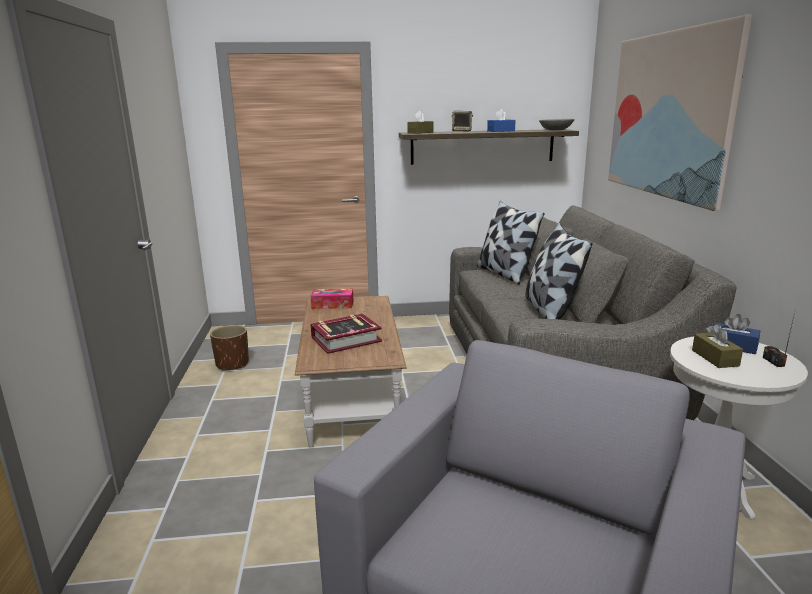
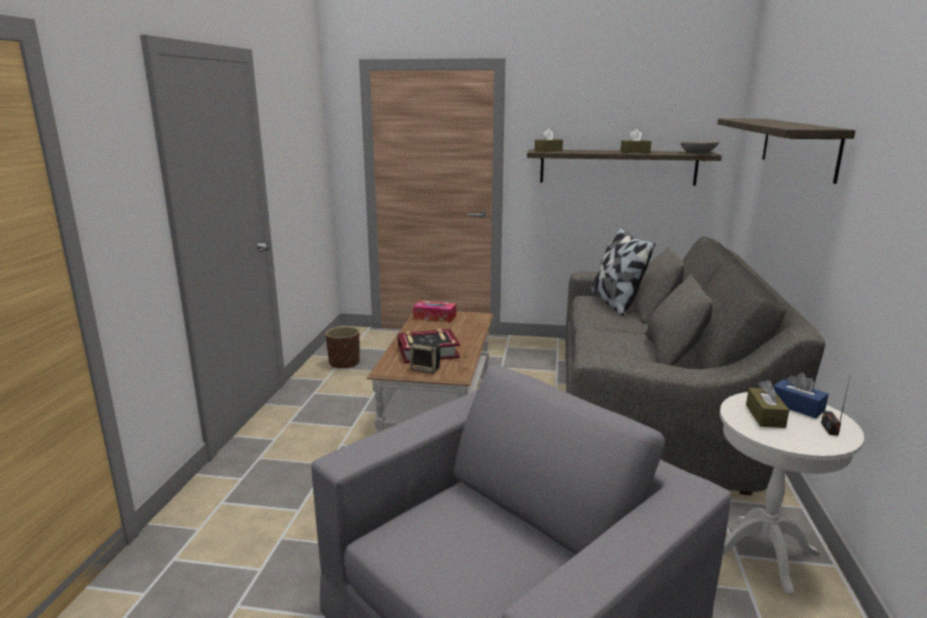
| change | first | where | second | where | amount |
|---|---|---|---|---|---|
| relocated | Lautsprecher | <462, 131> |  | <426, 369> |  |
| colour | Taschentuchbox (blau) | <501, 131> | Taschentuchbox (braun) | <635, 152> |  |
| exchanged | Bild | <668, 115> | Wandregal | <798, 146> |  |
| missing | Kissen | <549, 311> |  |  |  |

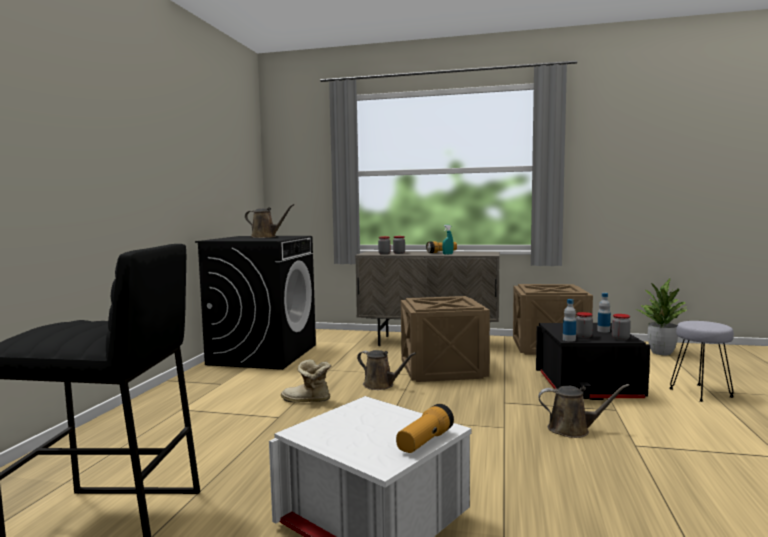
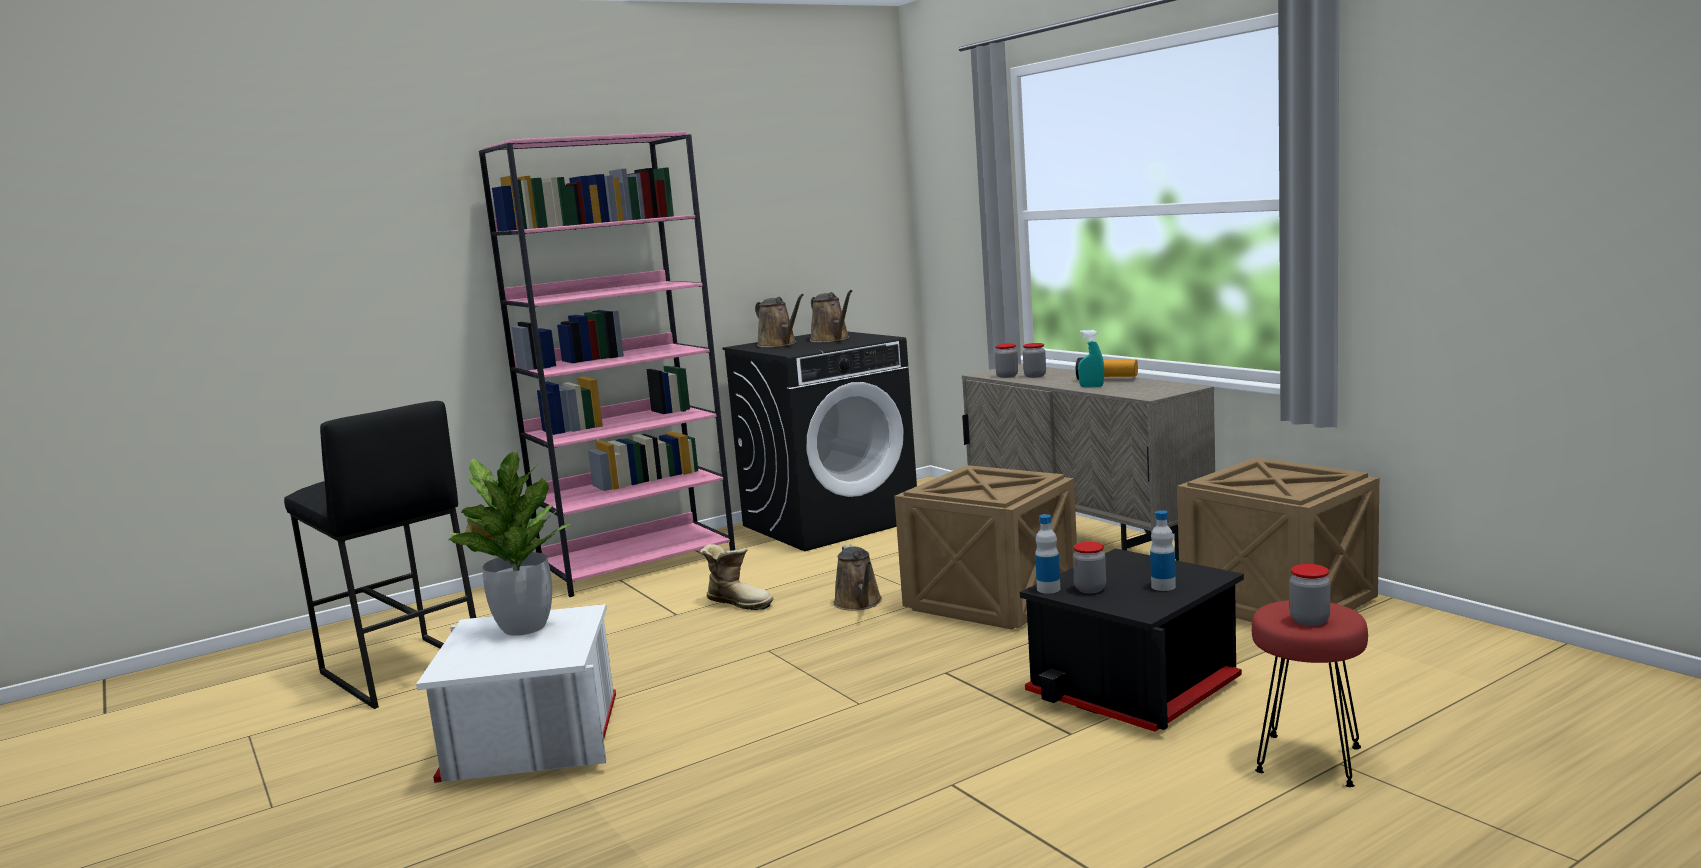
| change | first | where | second | where | amount |
|---|---|---|---|---|---|
| relocated | Topfpflanze | <661, 353> |  | <523, 628> |  |
| appeared |  |  | Bücherregal (rosa) | <639, 564> |  |
| spun | Stiefel | <307, 401> |  | <739, 602> | 150 degrees clockwise |
| relocated | Gießkanne (braun) | <573, 429> |  | <779, 344> |  |
| colour | Hocker (grau) | <701, 393> | Hocker (rot) | <1308, 760> |  |
| relocated | Vorratsglas | <620, 338> |  | <1309, 620> |  |
| missing | Taschenlampe | <425, 442> |  |  |  |

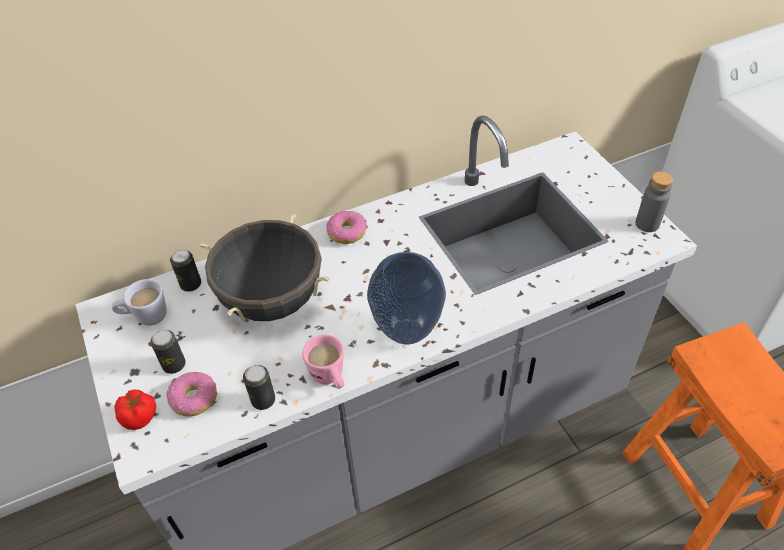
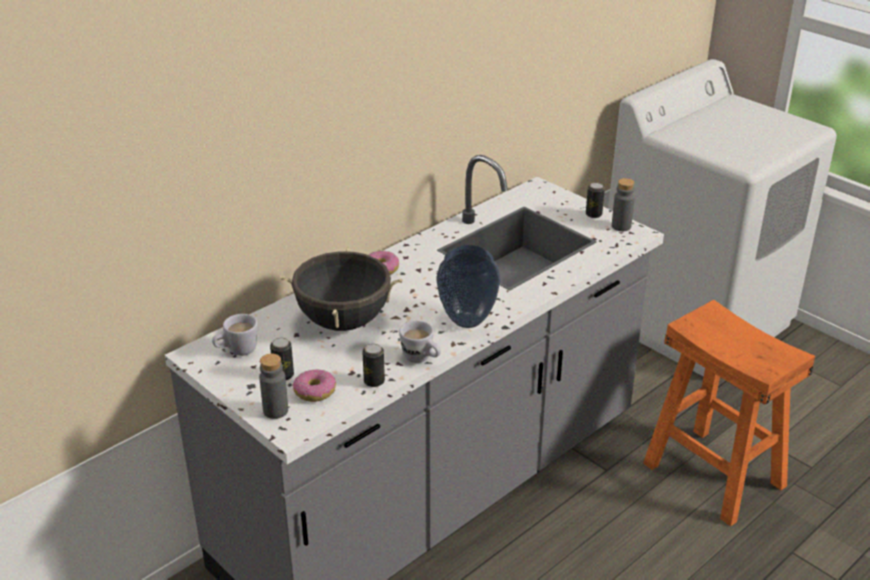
| change | first | where | second | where | amount |
|---|---|---|---|---|---|
| exchanged | Tomate | <140, 417> | Flasche (grau) | <275, 411> |  |
| colour | Henkelbecher (rosa) | <330, 378> | Henkelbecher (weiß) | <421, 359> |  |
| relocated | Dose | <191, 284> |  | <593, 214> |  |

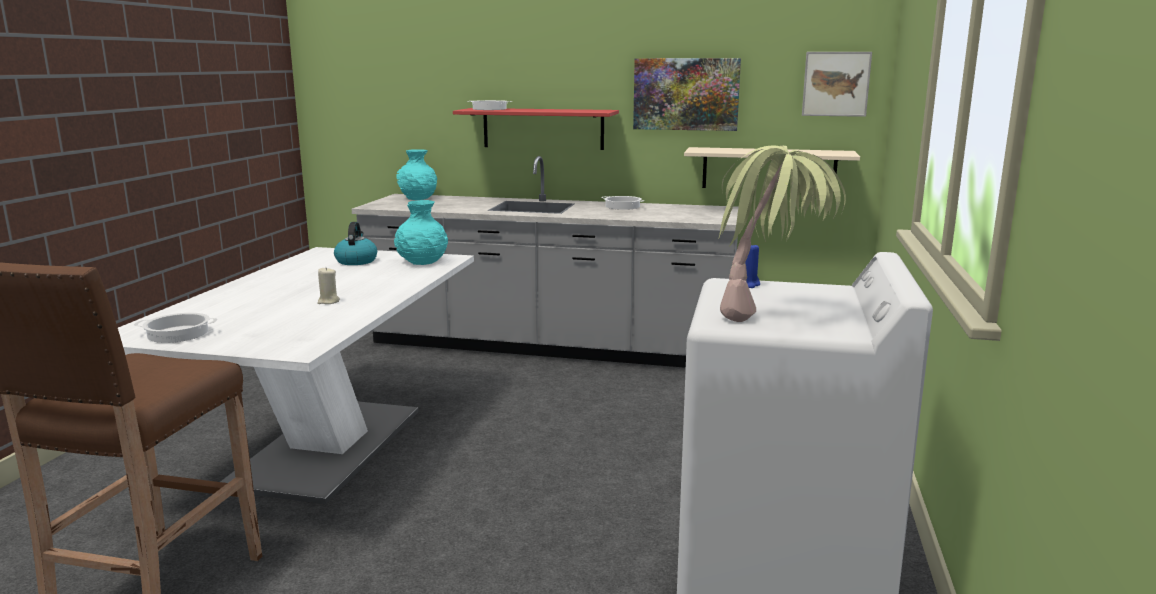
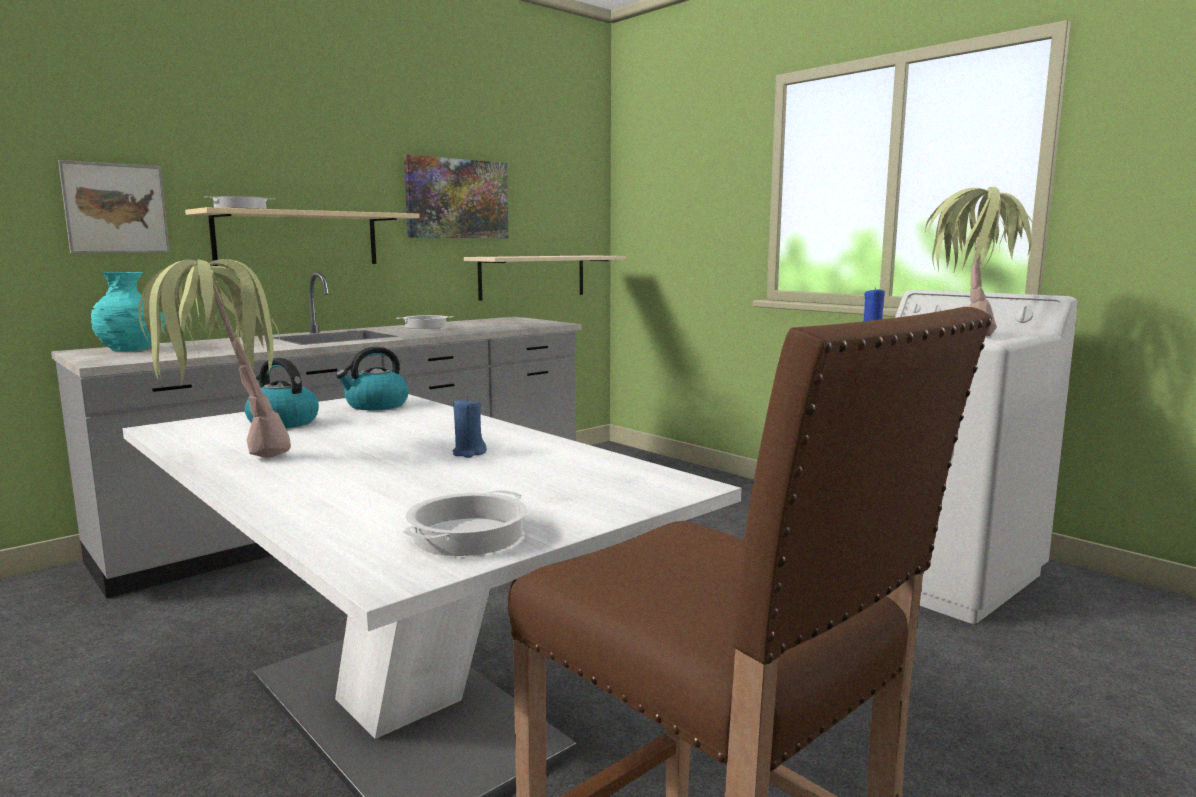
| change | first | where | second | where | amount |
|---|---|---|---|---|---|
| relocated | Bild | <836, 84> |  | <115, 208> |  |
| appeared |  |  | Topfpflanze | <223, 456> |  |
| colour | Wandregal (rot) | <543, 128> | Wandregal (beige) | <298, 239> |  |
| exchanged | Vase (türkis) | <422, 262> | Wasserkessel | <376, 405> |  |
| colour | Kerze (beige) | <328, 301> | Kerze (blau) | <469, 453> |  |

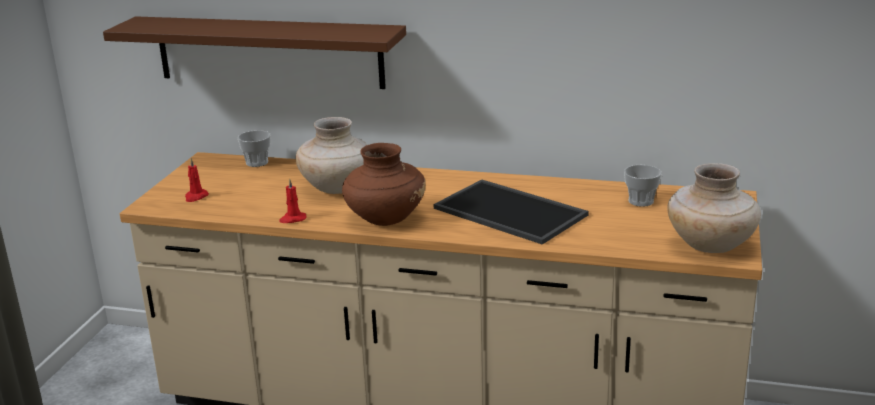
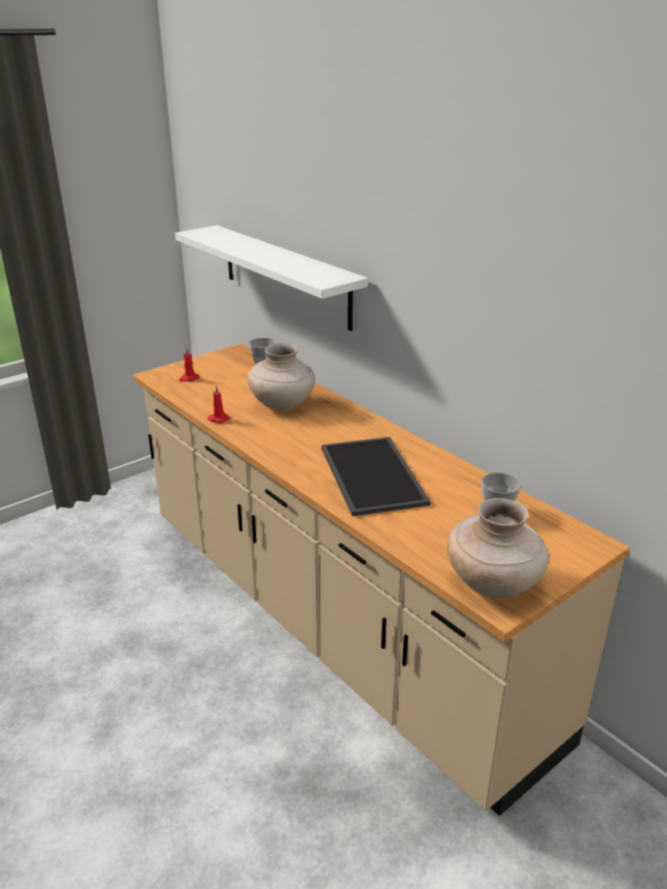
| change | first | where | second | where | amount |
|---|---|---|---|---|---|
| colour | Wandregal (braun) | <269, 52> | Wandregal (weiß) | <285, 275> |  |
| missing | Vase (braun) | <385, 219> |  |  |  |

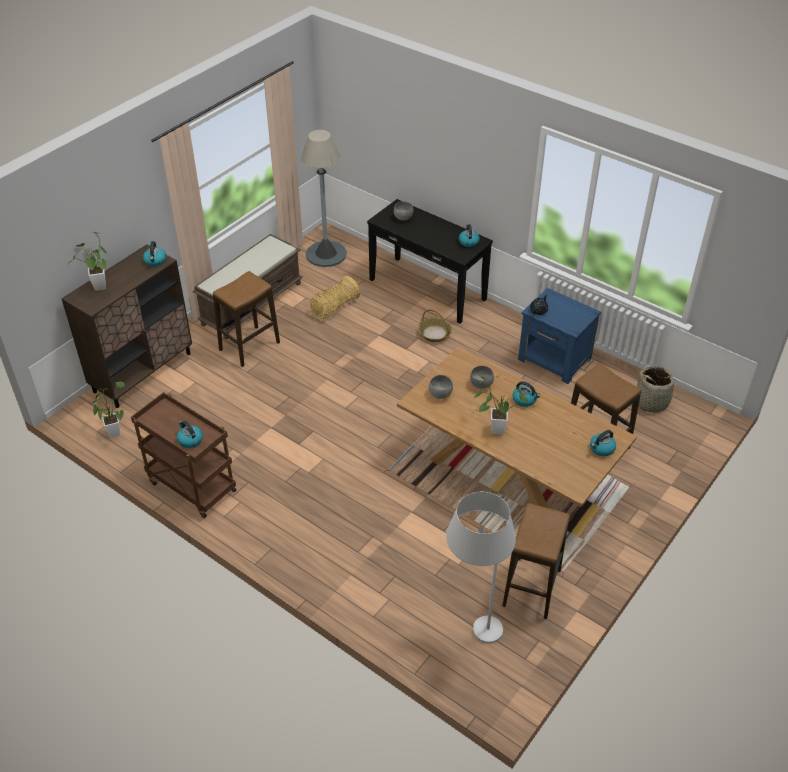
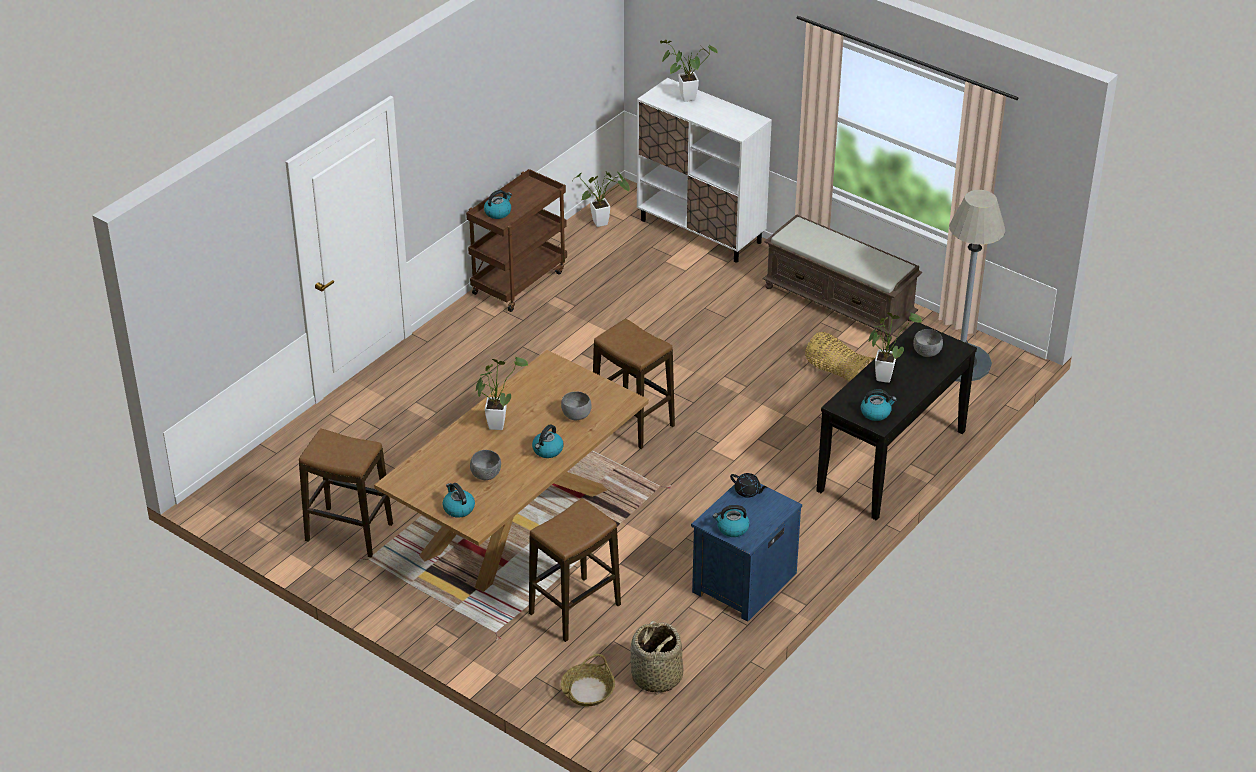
| change | first | where | second | where | amount |
|---|---|---|---|---|---|
| relocated | Schüssel (grau) | <440, 394> |  | <486, 475> |  |
| relocated | Korb | <435, 333> |  | <587, 691> |  |
| relocated | Hocker | <249, 346> |  | <633, 422> |  |
| colour | Schrank (braun) | <143, 372> | Schrank (weiß) | <701, 231> |  |
| relocated | Wasserkessel | <155, 261> |  | <732, 528> |  |
| appeared |  |  | Topfpflanze | <885, 375> |  |
| missing | Stehlampe (weiß) | <471, 633> |  |  |  |

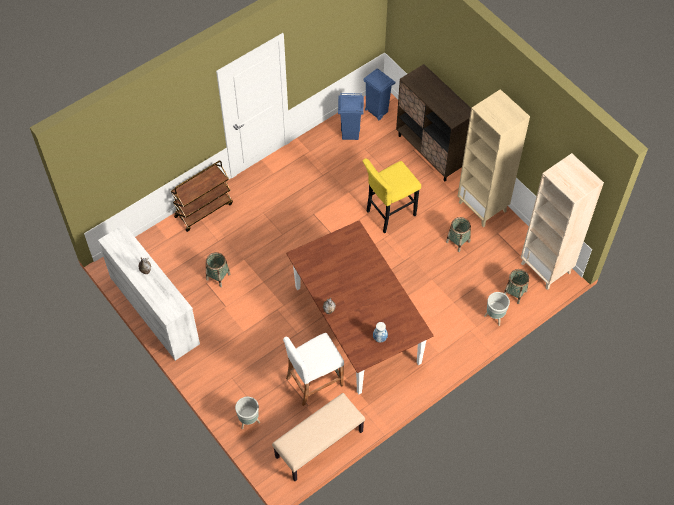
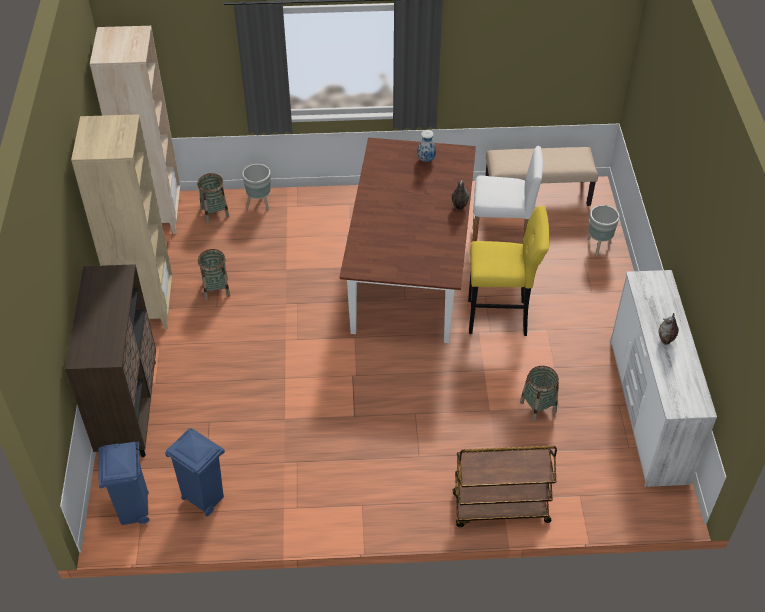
| change | first | where | second | where | amount |
|---|---|---|---|---|---|
| relocated | Hocker (gelb) | <389, 214> |  | <501, 317> |  |

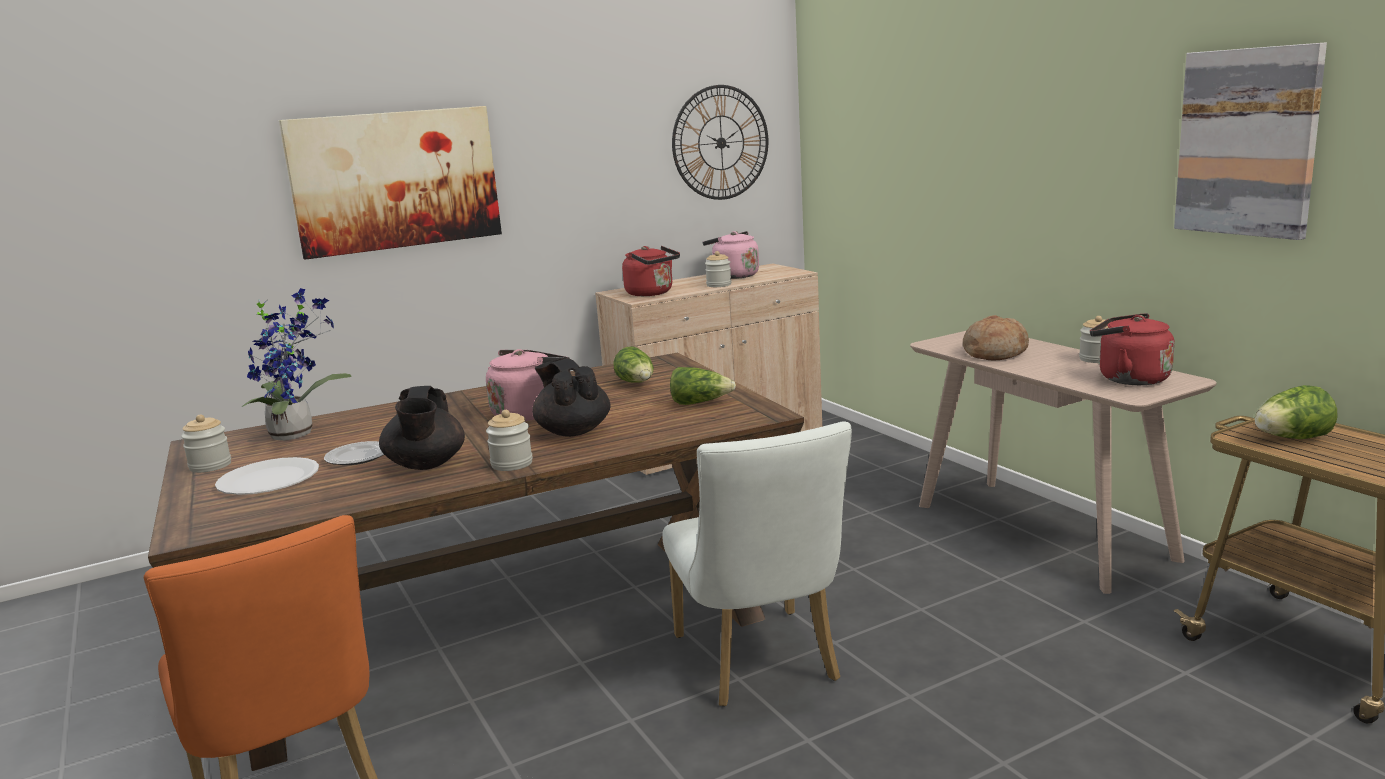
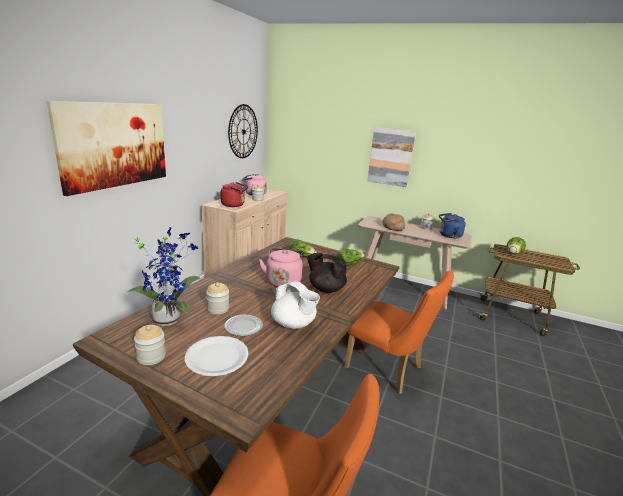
| change | first | where | second | where | amount |
|---|---|---|---|---|---|
| relocated | Vorratsglas | <512, 464> |  | <218, 309> |  |
| colour | Teekanne (schwarz) | <426, 465> | Teekanne (weiß) | <293, 324> |  |
| colour | Stuhl (weiß) | <760, 664> | Stuhl (orange) | <388, 370> |  |
| relocated | Bild | <1247, 142> |  | <390, 157> |  |
| colour | Wasserkessel (rot) | <1128, 379> | Wasserkessel (blau) | <448, 235> |  |

